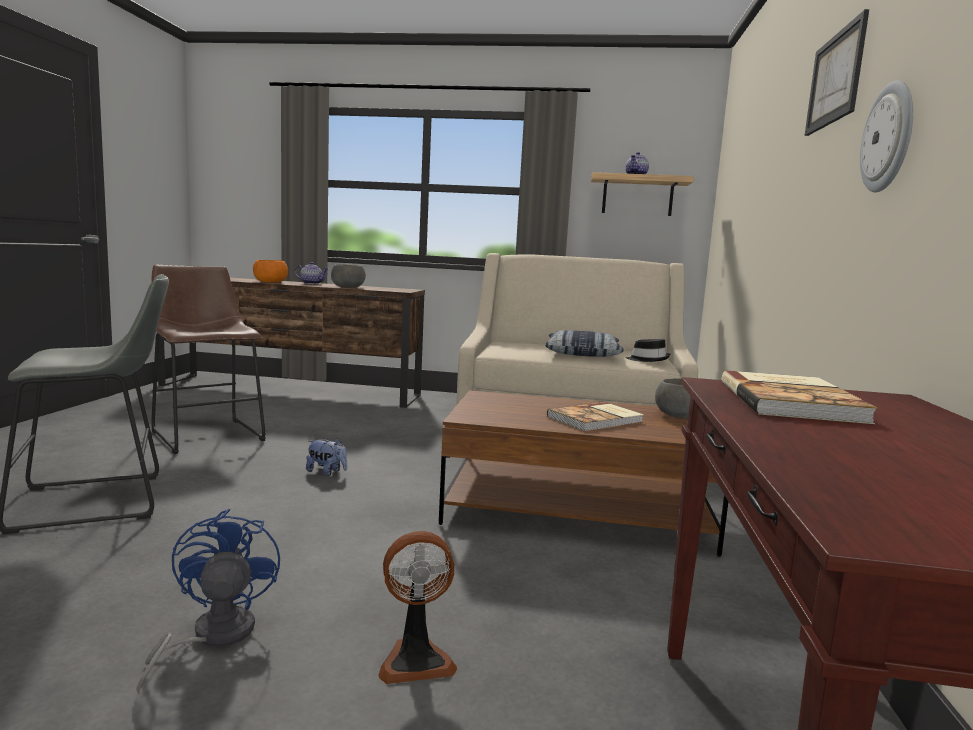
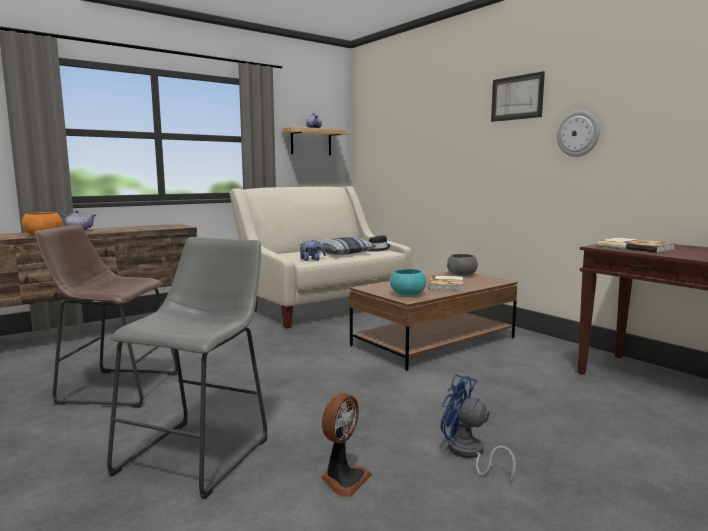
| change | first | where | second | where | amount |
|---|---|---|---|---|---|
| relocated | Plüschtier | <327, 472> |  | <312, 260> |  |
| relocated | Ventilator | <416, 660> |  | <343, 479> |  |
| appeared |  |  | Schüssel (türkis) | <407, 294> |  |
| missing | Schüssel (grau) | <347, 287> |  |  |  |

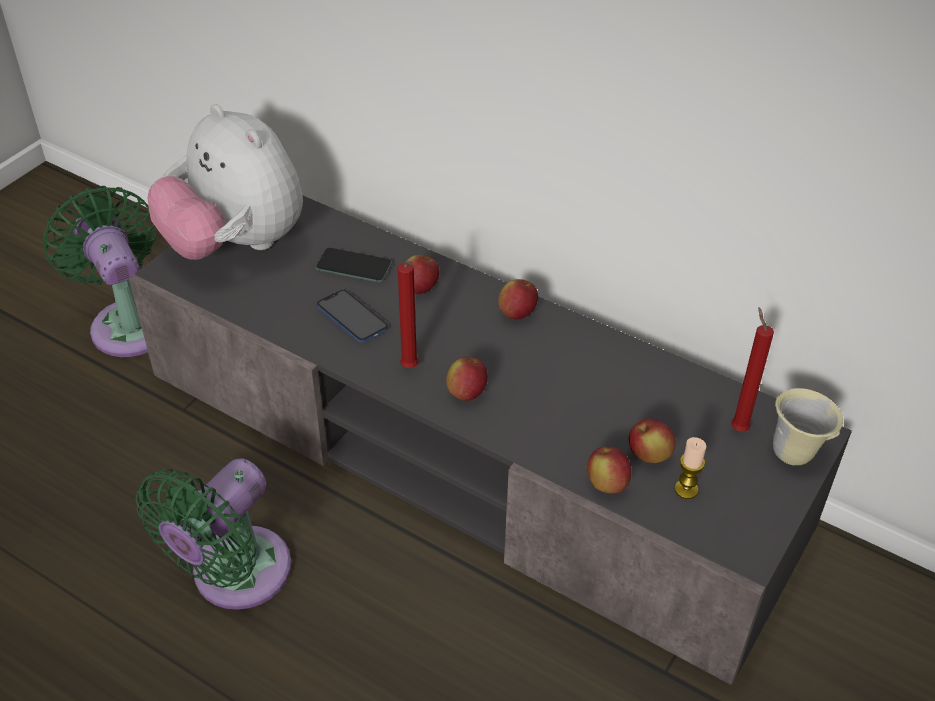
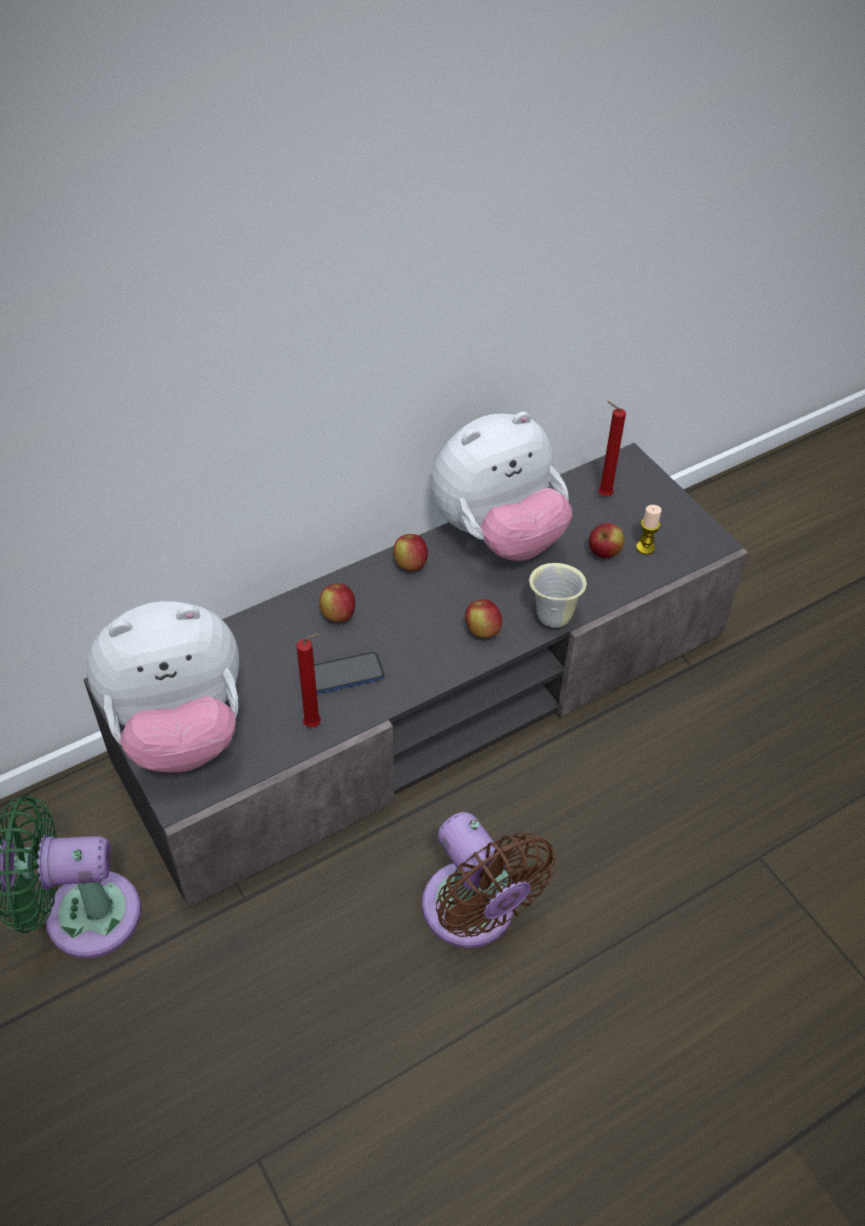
| change | first | where | second | where | amount |
|---|---|---|---|---|---|
| relocated | Kerze (rot) | <410, 369> |  | <315, 724> |  |
| colour | Ventilator (grün) | <234, 576> | Ventilator (braun) | <474, 914> |  |
| appeared |  |  | Plüschtier | <498, 535> |  |
| relocated | Henkelbecher (beige) | <796, 453> |  | <552, 615> |  |
| missing | Handy | <354, 266> |  |  |  |
| missing | Apfel | <607, 484> |  |  |  |

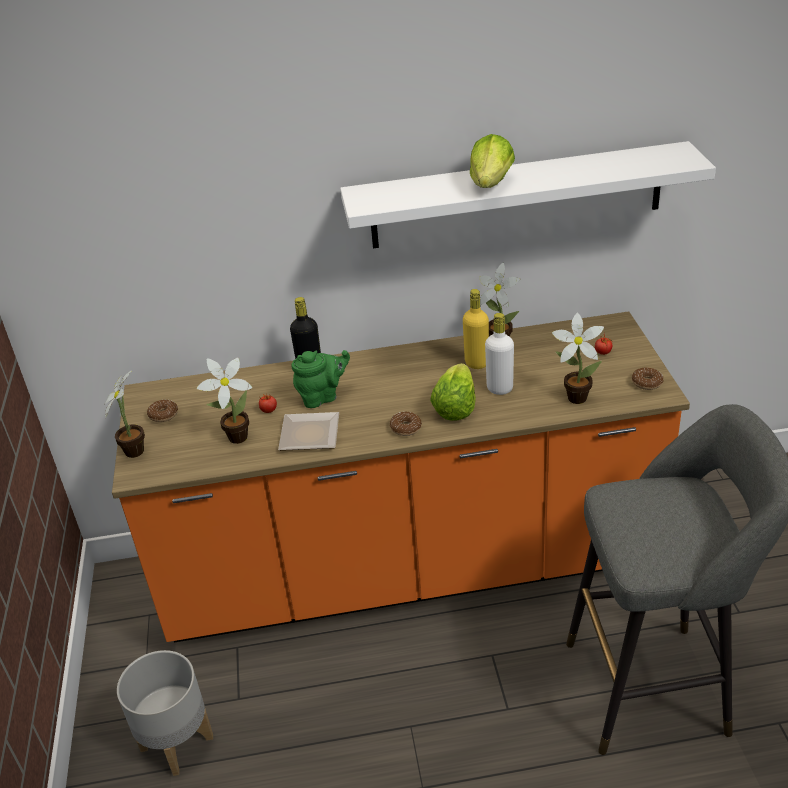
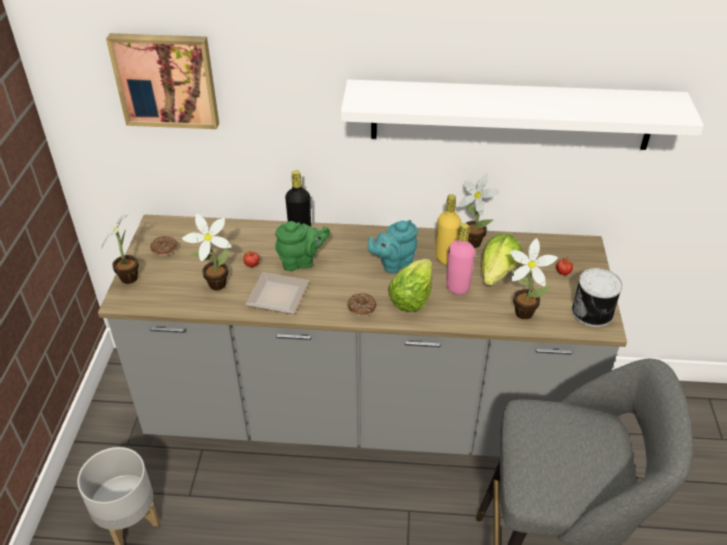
| change | first | where | second | where | amount |
|---|---|---|---|---|---|
| colour | Küchenzeile (orange) | <410, 571> | Küchenzeile (grau) | <363, 416> |  |
| appeared |  |  | Bild | <166, 79> |  |
| appeared |  |  | Teekanne (türkis) | <394, 264> |  |
| colour | Flasche (weiß) | <499, 388> | Flasche (rosa) | <457, 288> |  |
| relocated | Salatkopf | <491, 184> |  | <497, 273> |  |
| exchanged | Donut | <647, 383> | Dose | <593, 312> |  |

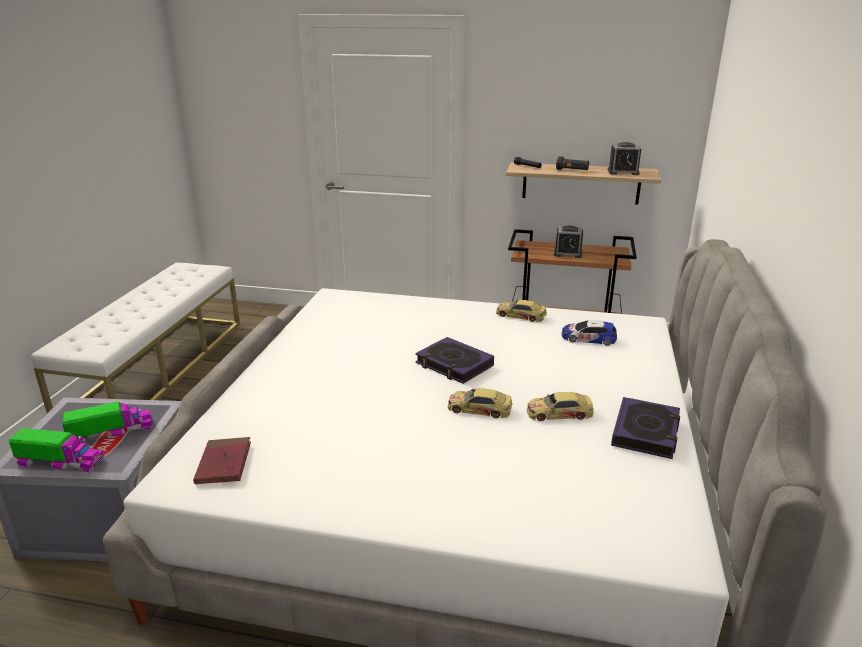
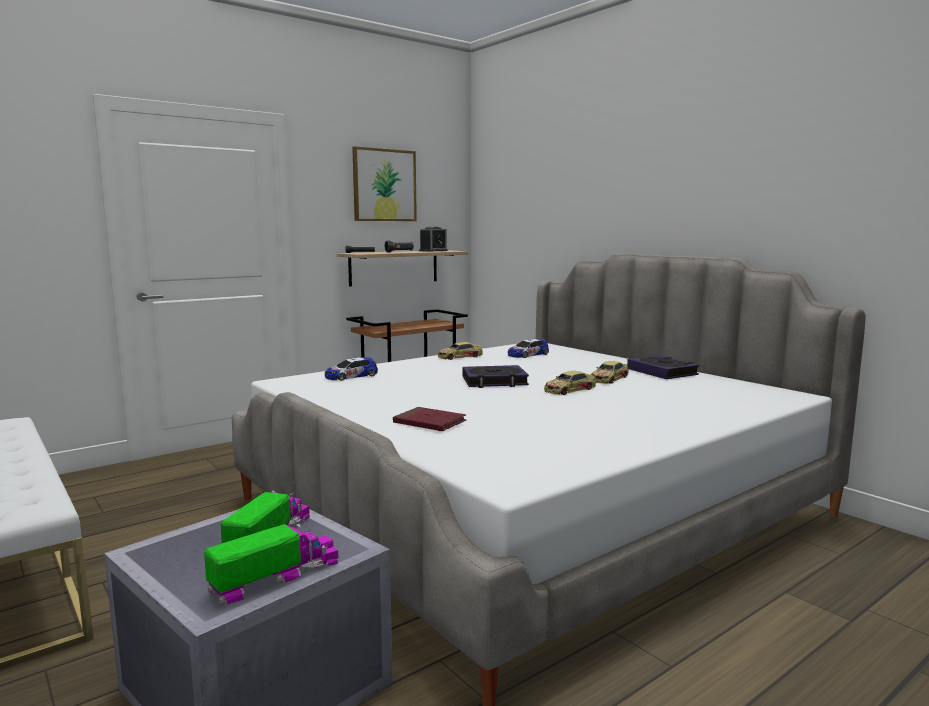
| change | first | where | second | where | amount |
|---|---|---|---|---|---|
| appeared |  |  | Spielzeugauto | <351, 376> |  |
| appeared |  |  | Bild | <384, 185> |  |
| relocated | Buch (rot) | <224, 463> |  | <429, 423> |  |
| missing | Wecker | <567, 253> |  |  |  |

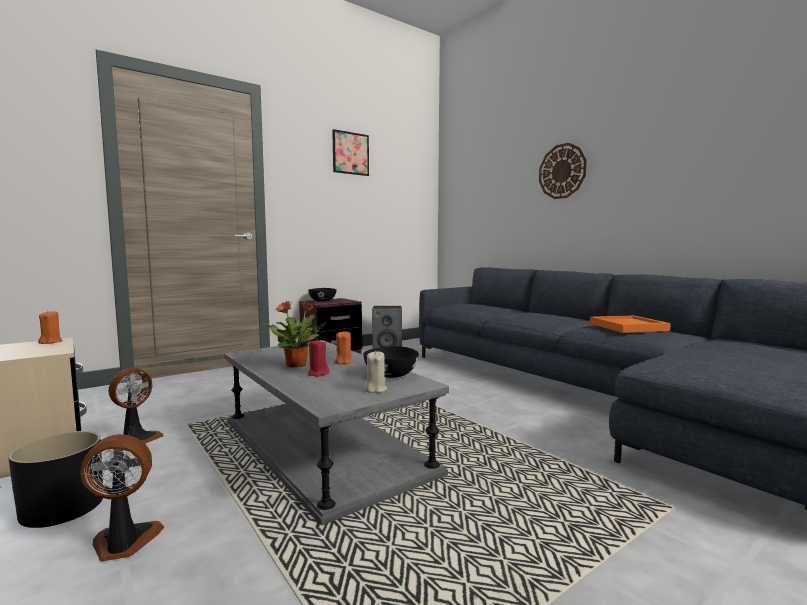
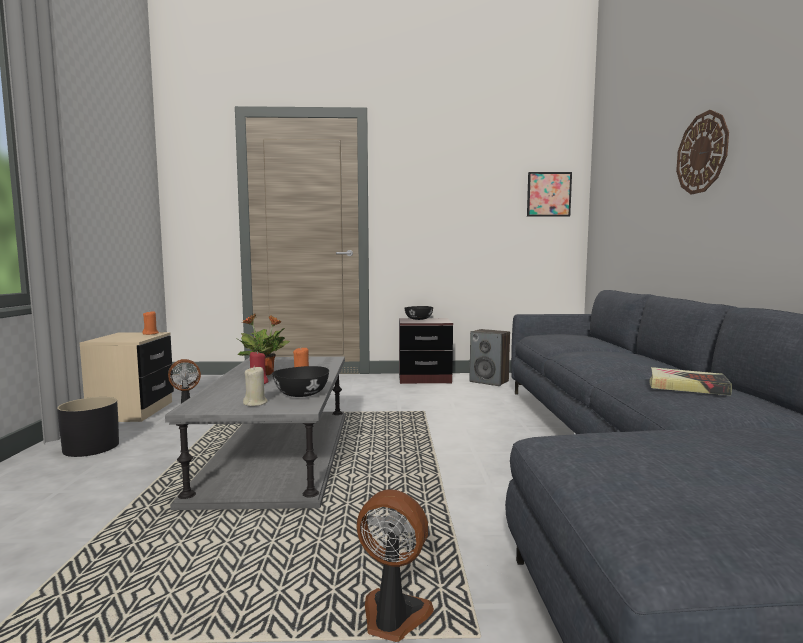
| change | first | where | second | where | amount |
|---|---|---|---|---|---|
| relocated | Ventilator | <124, 543> |  | <393, 617> |  |
| relocated | Bild | <350, 153> |  | <549, 194> |  |
| exchanged | Tablett (orange) | <626, 327> | Buch | <687, 387> |  |

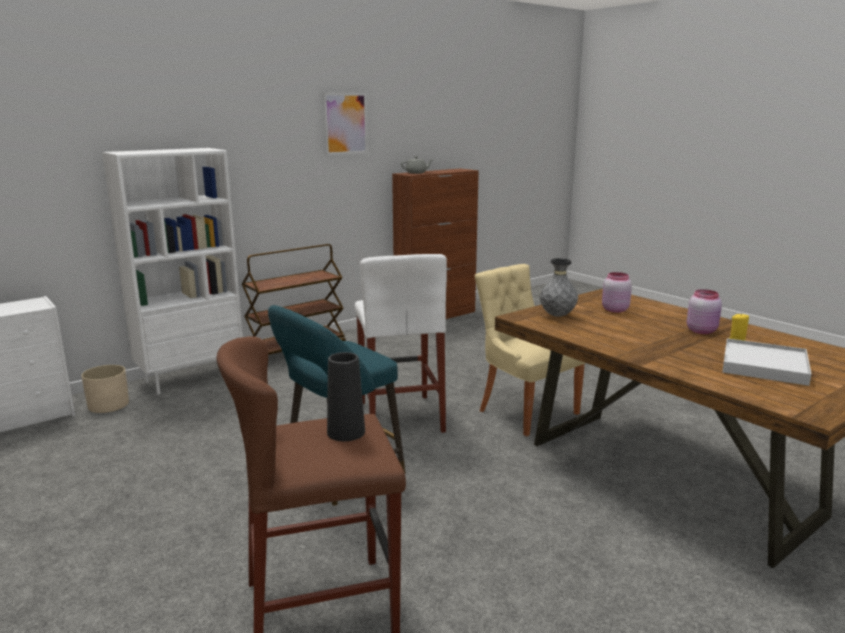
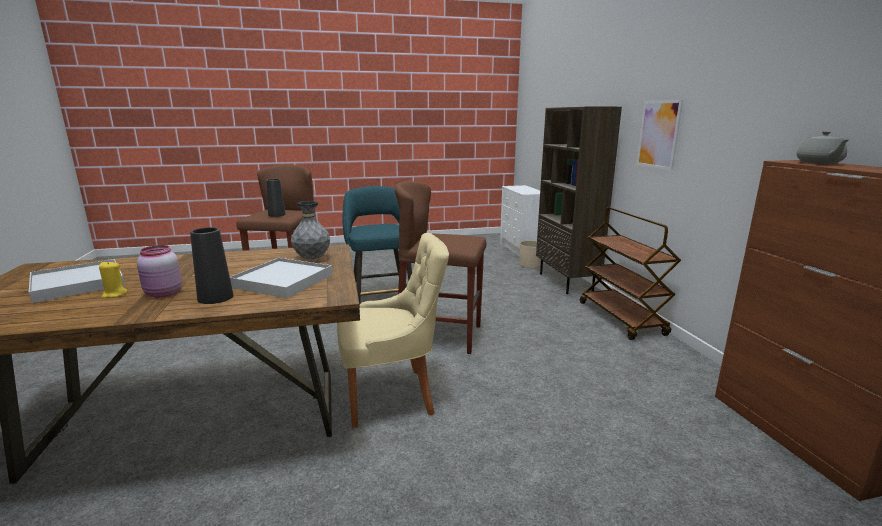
| change | first | where | second | where | amount |
|---|---|---|---|---|---|
| appeared |  |  | Vase (schwarz) | <215, 297> |  |
| exchanged | Vorratsglas (rosa) | <614, 310> | Tablett (weiß) | <283, 281> |  |
| colour | Hocker (weiß) | <400, 416> | Hocker (braun) | <440, 335> |  |
| colour | Bücherregal (weiß) | <192, 377> | Bücherregal (braun) | <566, 282> |  |
| relocated | Bild | <345, 123> |  | <658, 134> |  |

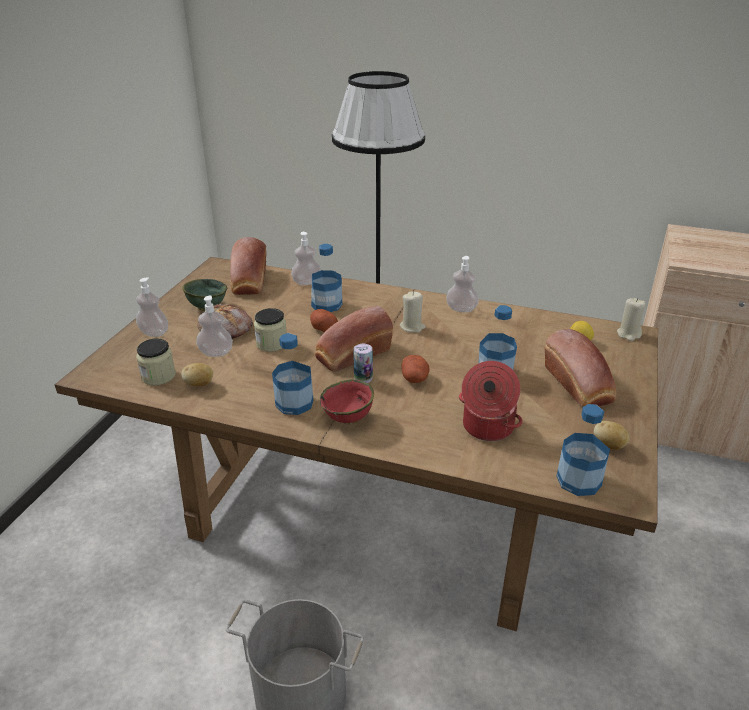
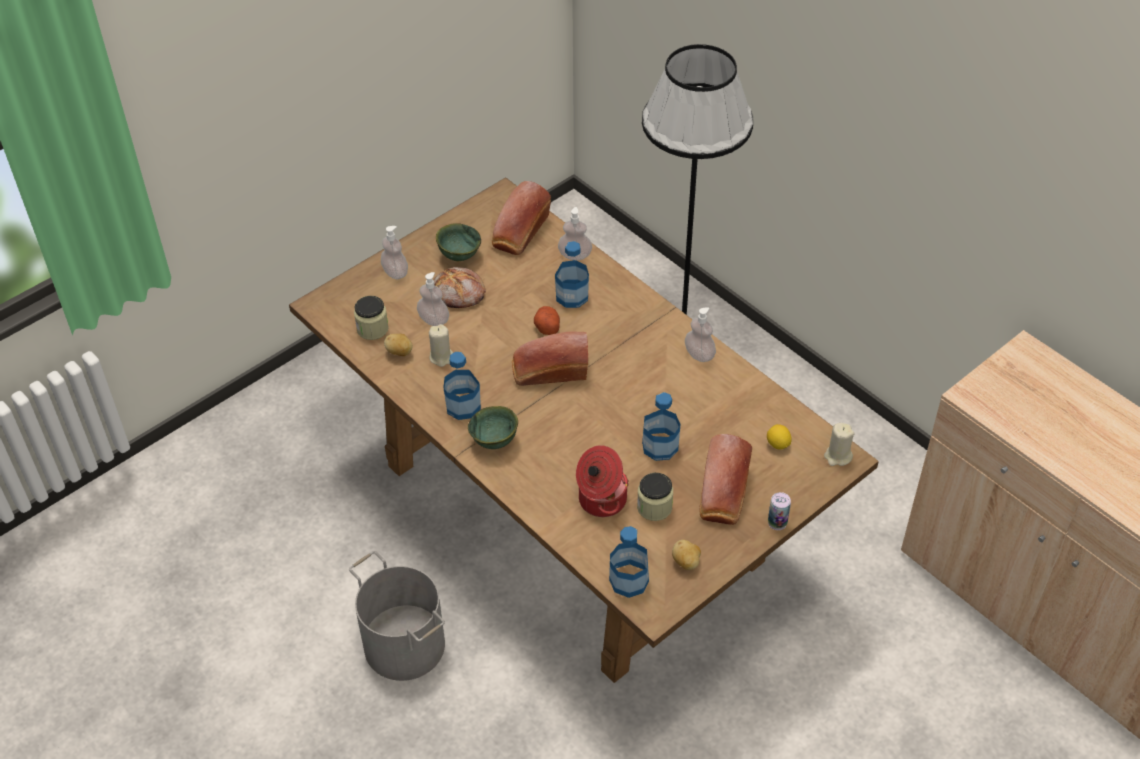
| change | first | where | second | where | amount |
|---|---|---|---|---|---|
| relocated | Kerze (beige) | <412, 327> |  | <441, 357> |  |
| colour | Schüssel (rot) | <348, 419> | Schüssel (grün) | <494, 442> |  |
| relocated | Vorratsglas | <272, 343> |  | <654, 507> |  |
| relocated | Dose | <363, 378> |  | <777, 522> |  |
| missing | Kartoffel | <415, 378> |  |  |  |

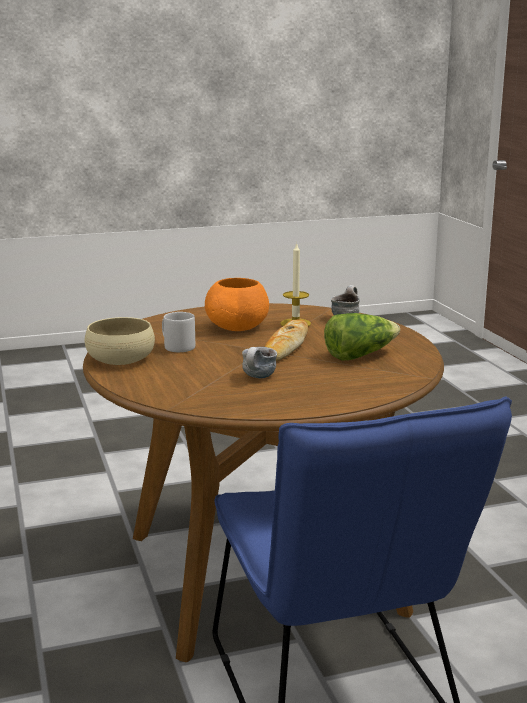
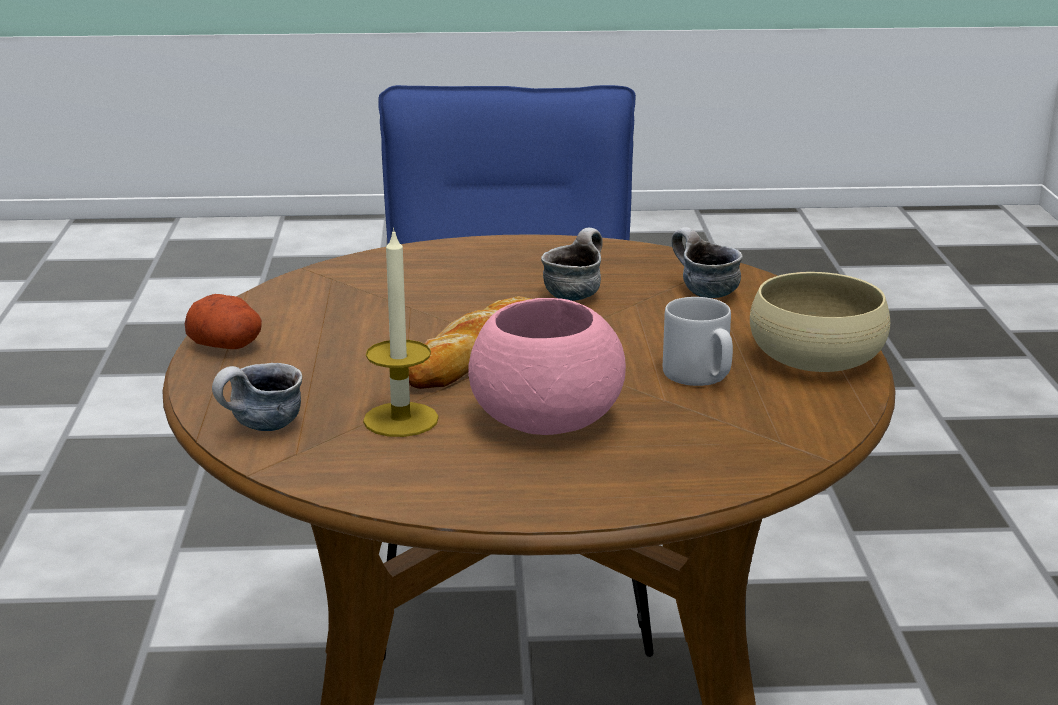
| change | first | where | second | where | amount |
|---|---|---|---|---|---|
| appeared |  |  | Kartoffel | <228, 346> |  |
| colour | Schüssel (orange) | <238, 327> | Schüssel (rosa) | <543, 421> |  |
| appeared |  |  | Henkelbecher | <702, 292> |  |
| missing | Salatkopf | <359, 355> |  |  |  |

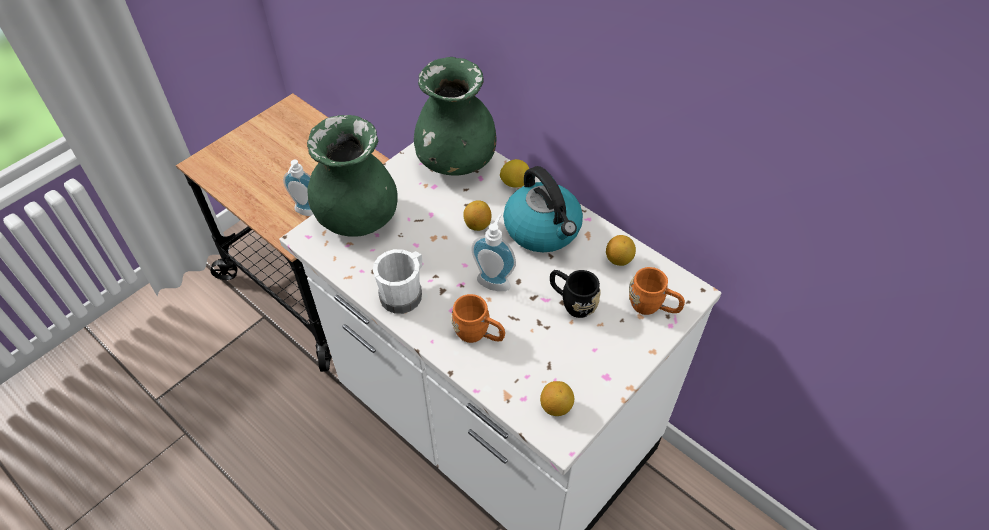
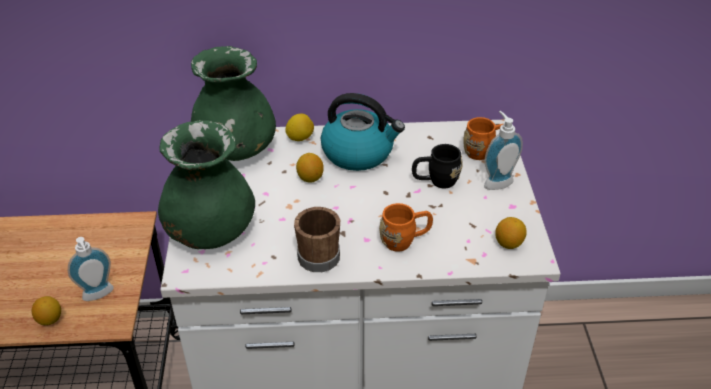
| change | first | where | second | where | amount |
|---|---|---|---|---|---|
| relocated | Zitrone | <619, 259> |  | <50, 319> |  |
| colour | Henkelbecher (weiß) | <404, 293> | Henkelbecher (braun) | <318, 253> |  |
| relocated | Seifenspender | <495, 280> |  | <496, 181> |  |

